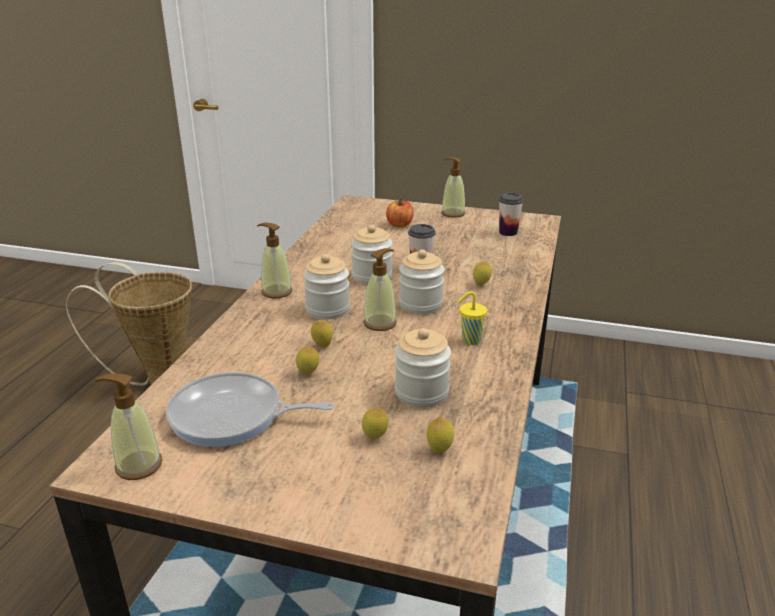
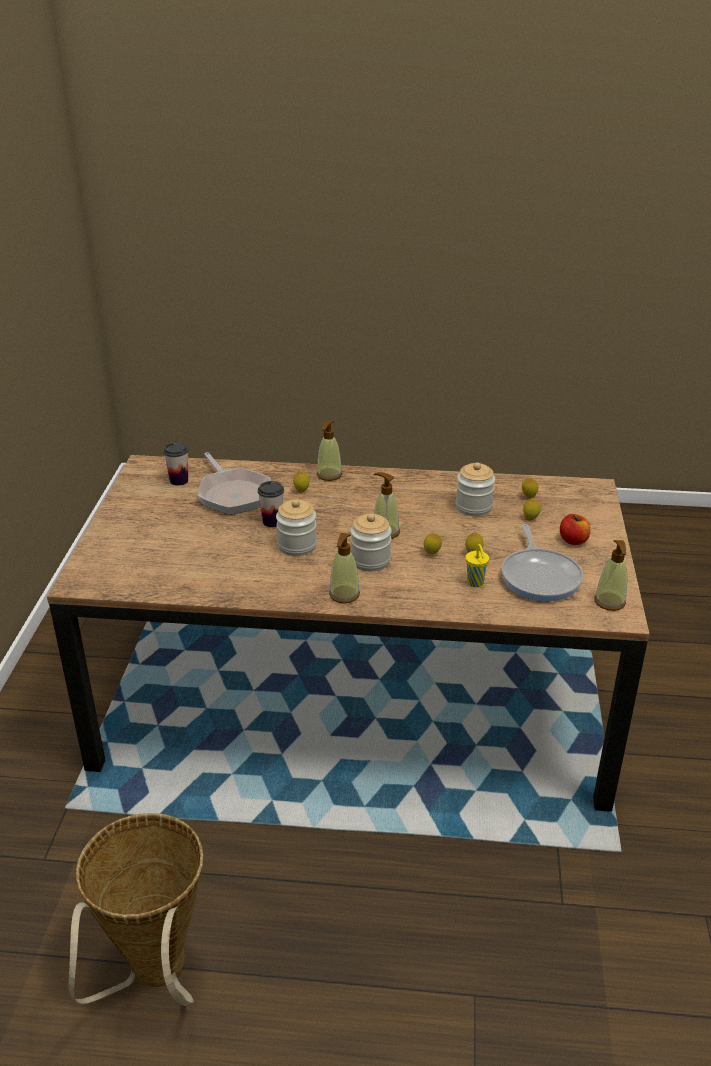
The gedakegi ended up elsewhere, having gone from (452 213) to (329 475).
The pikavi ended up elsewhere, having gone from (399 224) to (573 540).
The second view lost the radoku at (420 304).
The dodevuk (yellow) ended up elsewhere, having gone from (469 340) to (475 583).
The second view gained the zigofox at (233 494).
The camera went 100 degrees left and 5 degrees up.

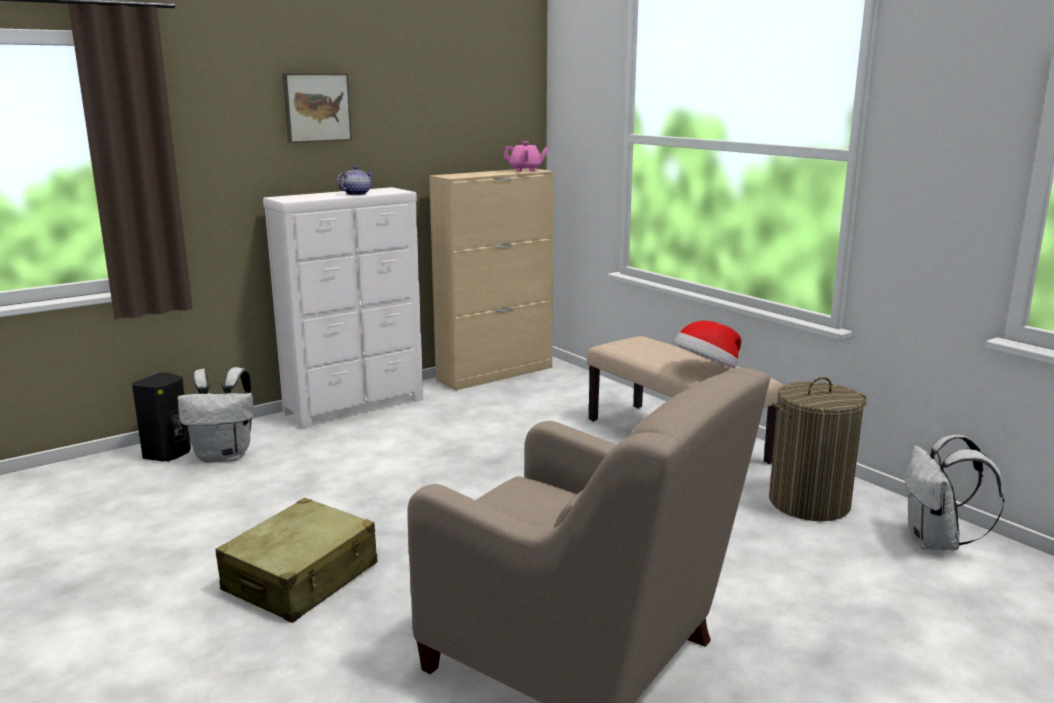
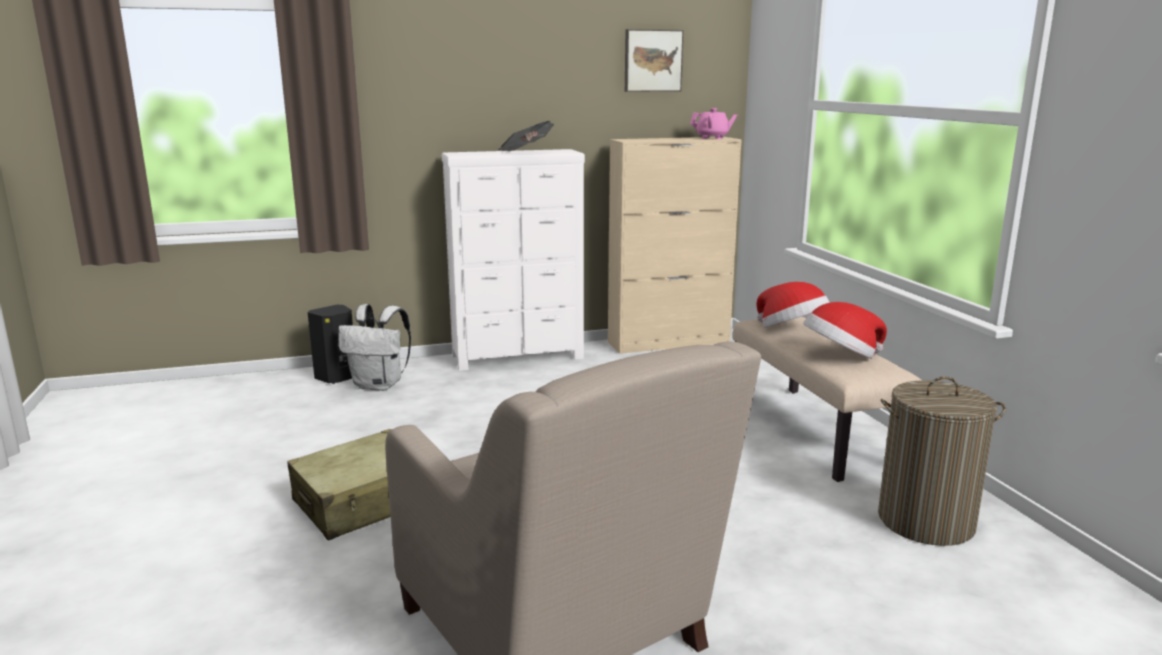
The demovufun ended up elsewhere, having gone from (316 107) to (652 60).
Where the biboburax stood at (356 194), the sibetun came to stand at (526 153).
The second view lost the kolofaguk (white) at (936 543).
The second view gained the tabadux at (791 330).
The camera went 20 degrees right and 0 degrees up.

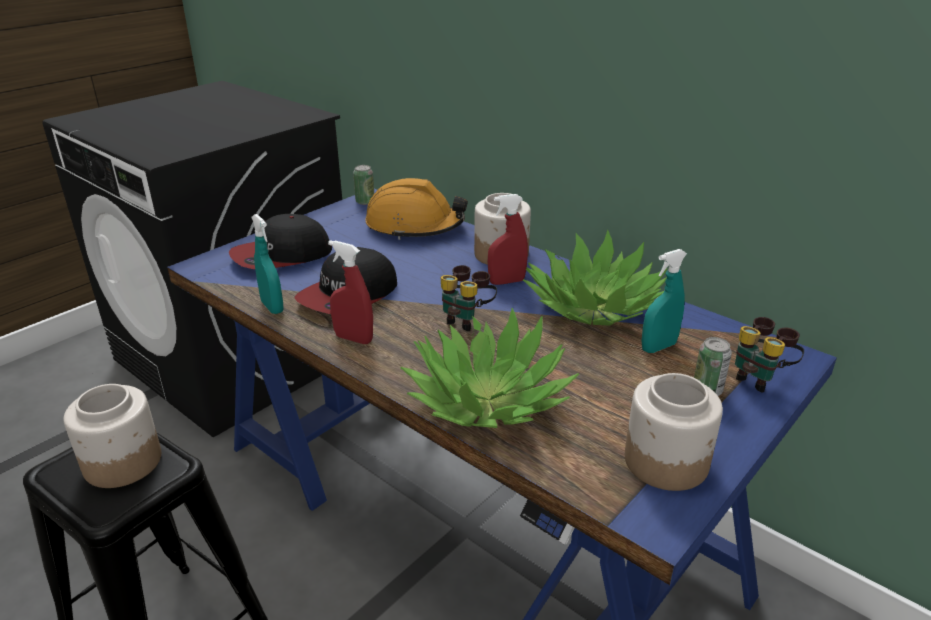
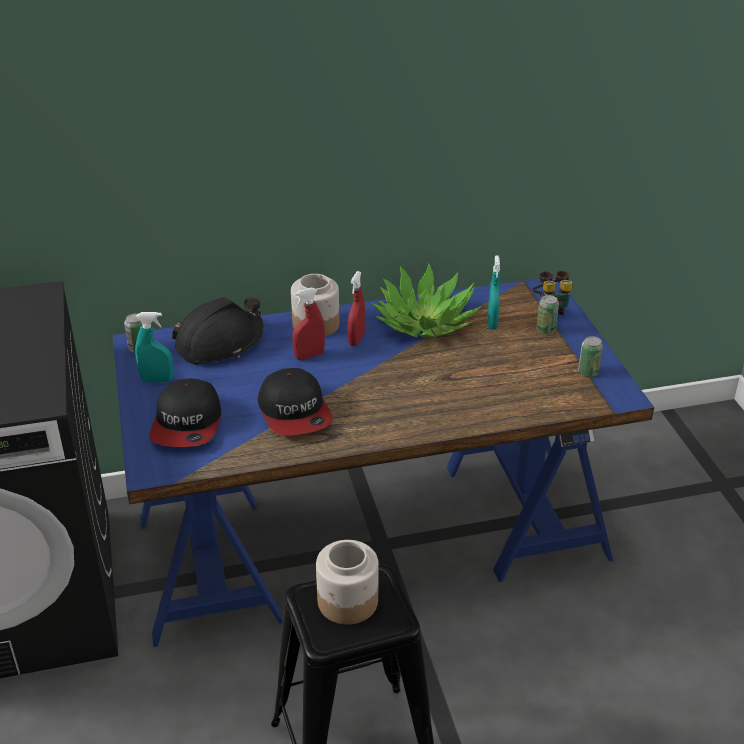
What was the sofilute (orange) at (414 226) turned into the sofilute (black) at (220 343).
The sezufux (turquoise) ended up elsewhere, having gone from (272 307) to (157 380).
The sezufux (red) ended up elsewhere, having gone from (353 338) to (309 356).
The second view lost the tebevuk at (467 320).
The second view lost the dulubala at (487 399).
Where the radoku stood at (667 461), the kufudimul came to stand at (588 372).
The camera went 55 degrees left and 5 degrees up.

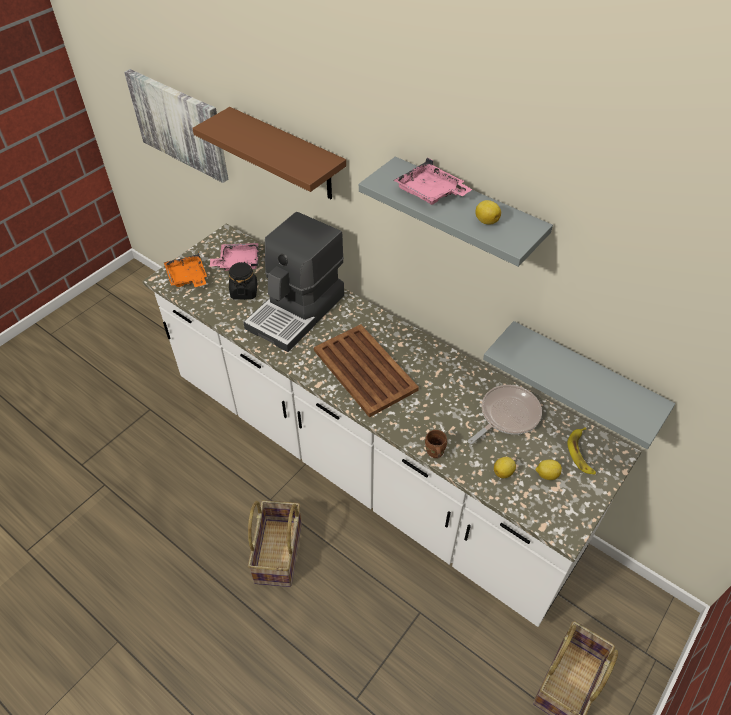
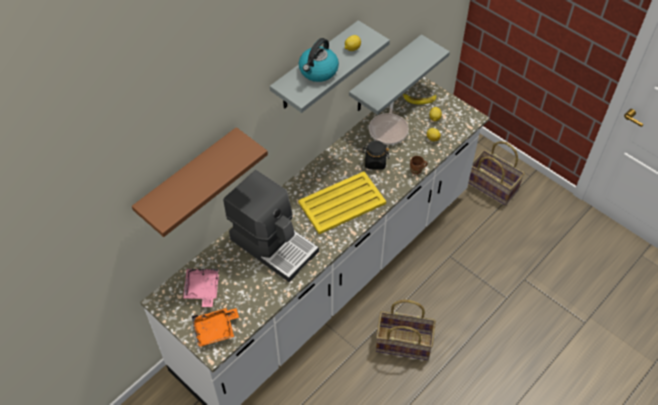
The second view lost the demovufun at (179 124).
Where the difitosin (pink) stood at (430 193), the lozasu came to stand at (318 71).
The radoku (black) ended up elsewhere, having gone from (244 291) to (375 162).
What was the difitosin (brown) at (364 369) turned into the difitosin (yellow) at (341 203).
The zigofox at (507 415) ended up facing another way, 135 degrees counterclockwise from before.
The camera went 85 degrees left and 5 degrees up.

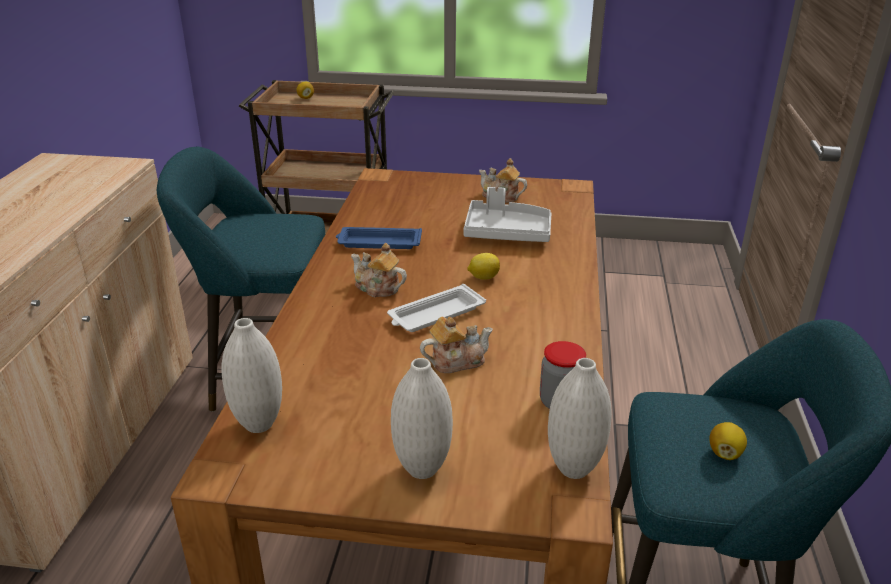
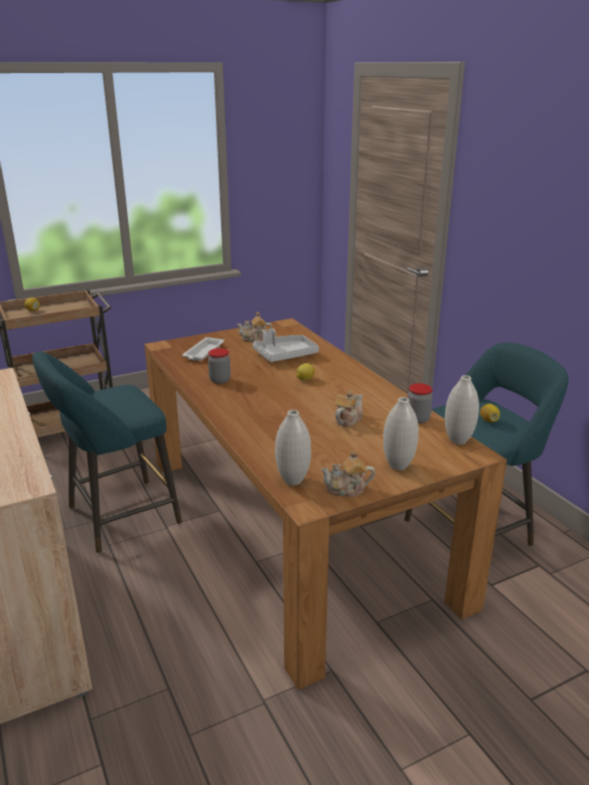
Where the difitosin (blue) stood at (378 243), the radoku came to stand at (220 380).
The biboburax ended up elsewhere, having gone from (377 288) to (347 489).
The difitosin (white) ended up elsewhere, having gone from (435 315) to (203 352).
The camera went 35 degrees left and 5 degrees down.

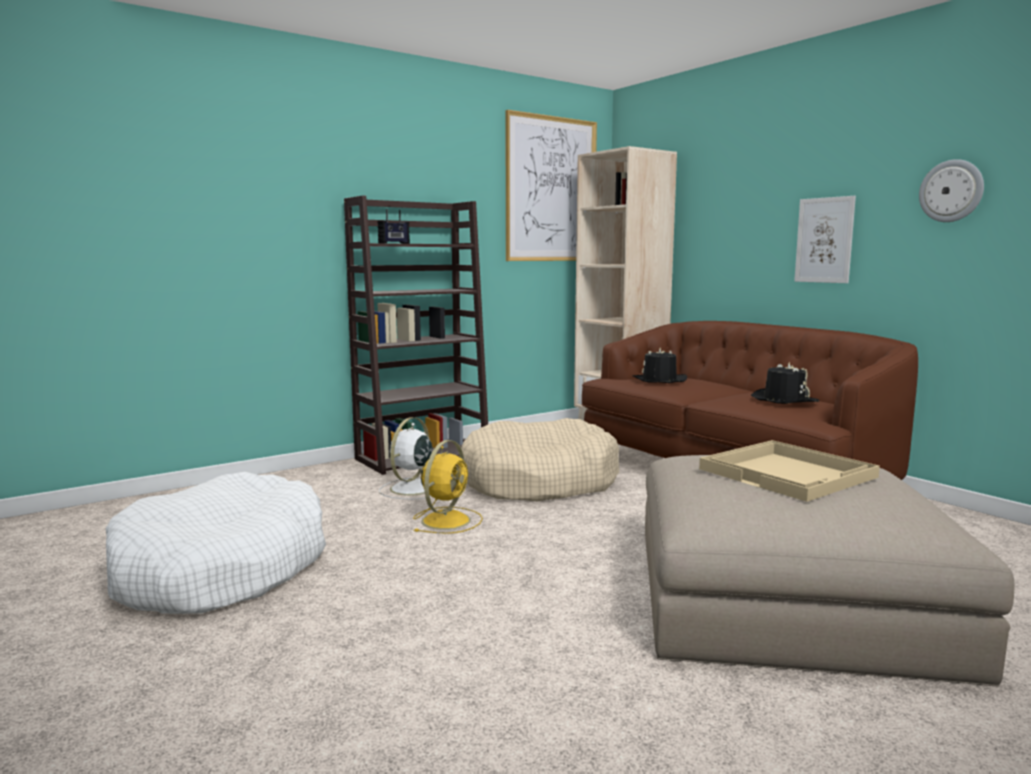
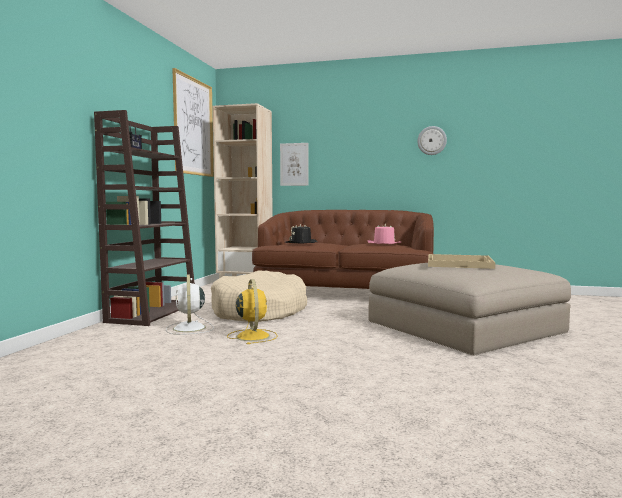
The demovufun ended up elsewhere, having gone from (824 240) to (294 164).
What was the tabadux (black) at (783 400) turned into the tabadux (pink) at (384 244).
The second view lost the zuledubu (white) at (221 569).
The camera went 40 degrees left and 5 degrees down.

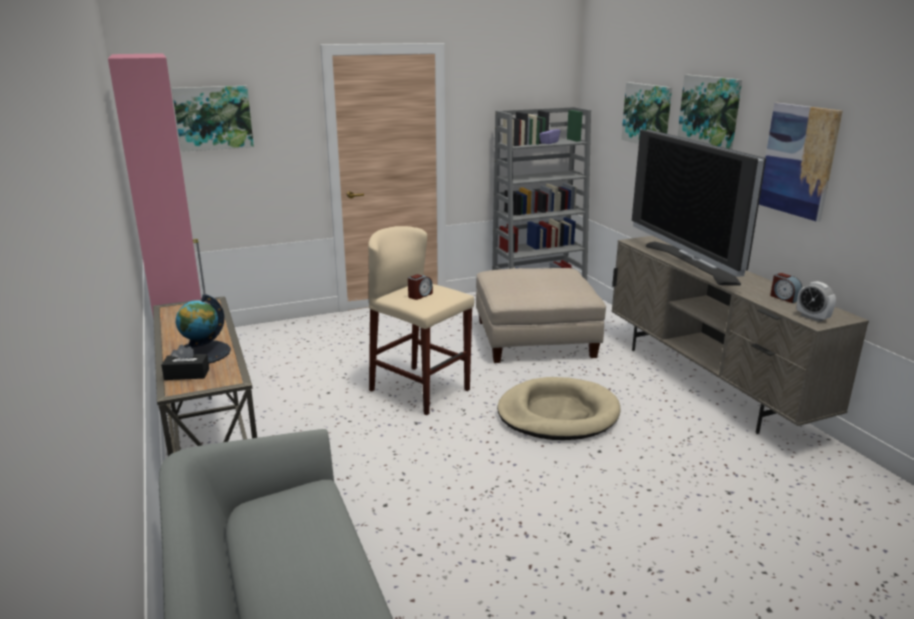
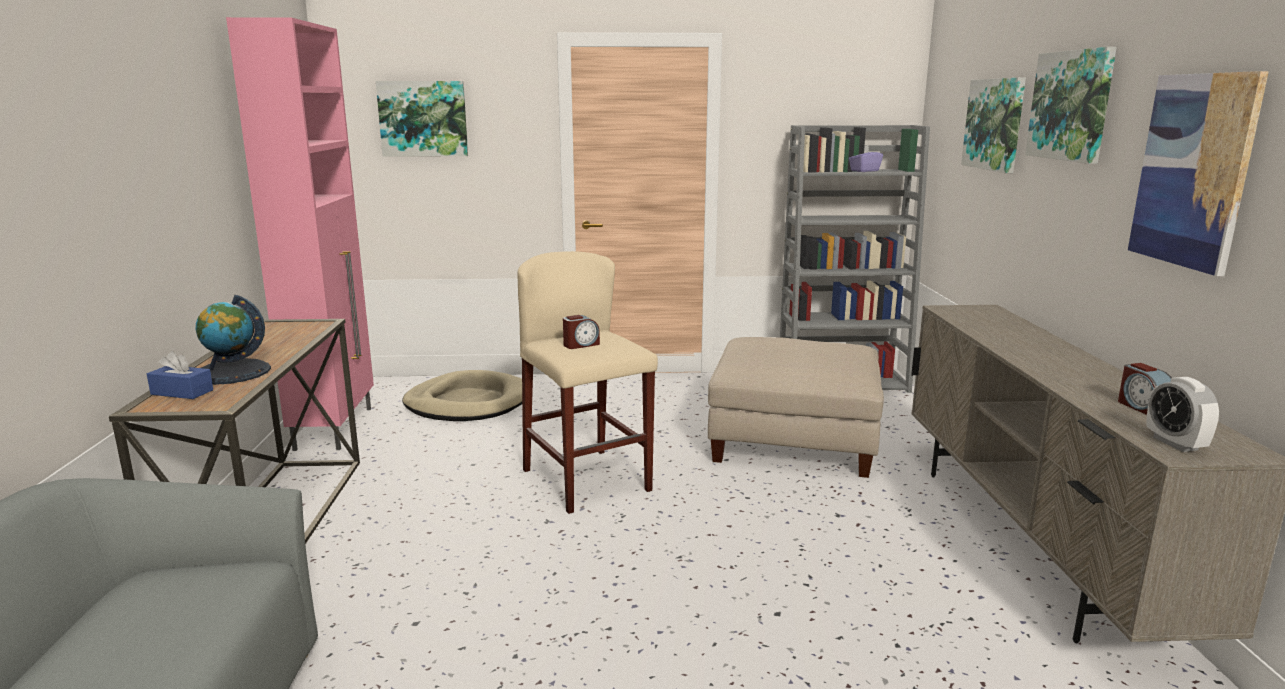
The second view lost the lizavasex at (690 263).
What was the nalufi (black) at (187 374) turned into the nalufi (blue) at (182 392).
The zuledubu (beige) ended up elsewhere, having gone from (558 414) to (468 402).
The camera went 20 degrees right and 5 degrees down.

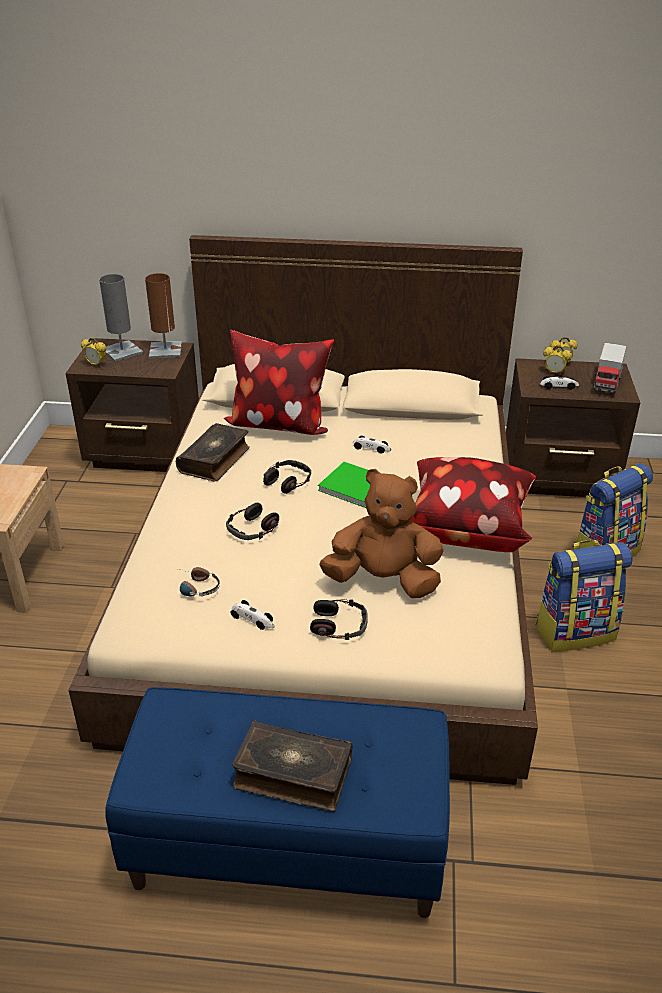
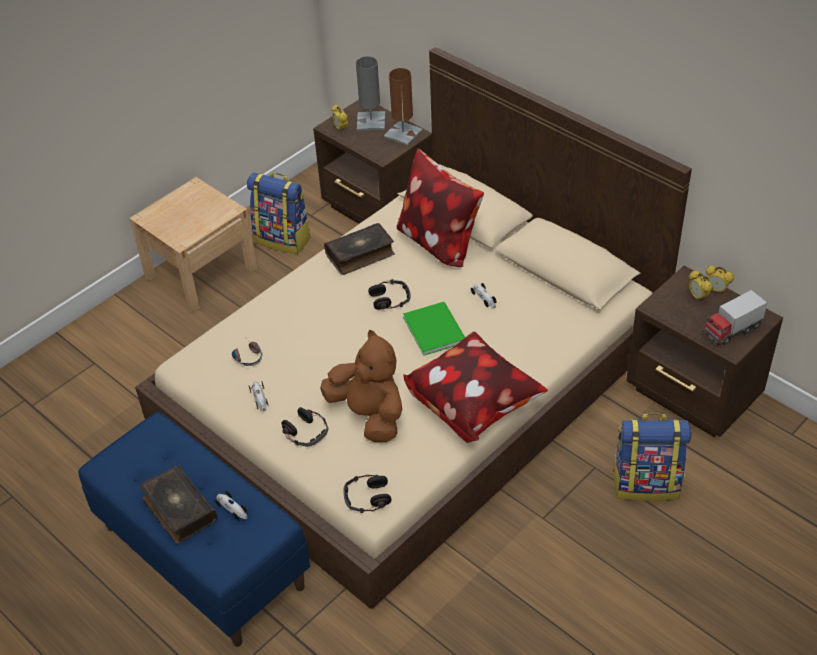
The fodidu ended up elsewhere, having gone from (559 386) to (232 508).
The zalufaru ended up elsewhere, having gone from (252 529) to (367 498).
The kolofaguk ended up elsewhere, having gone from (575 631) to (283 239).
The camera went 40 degrees right and 10 degrees up.

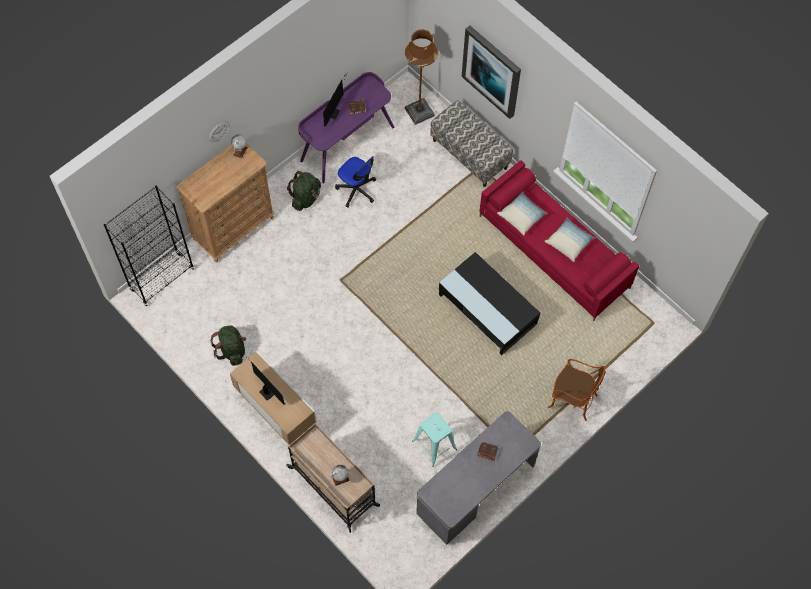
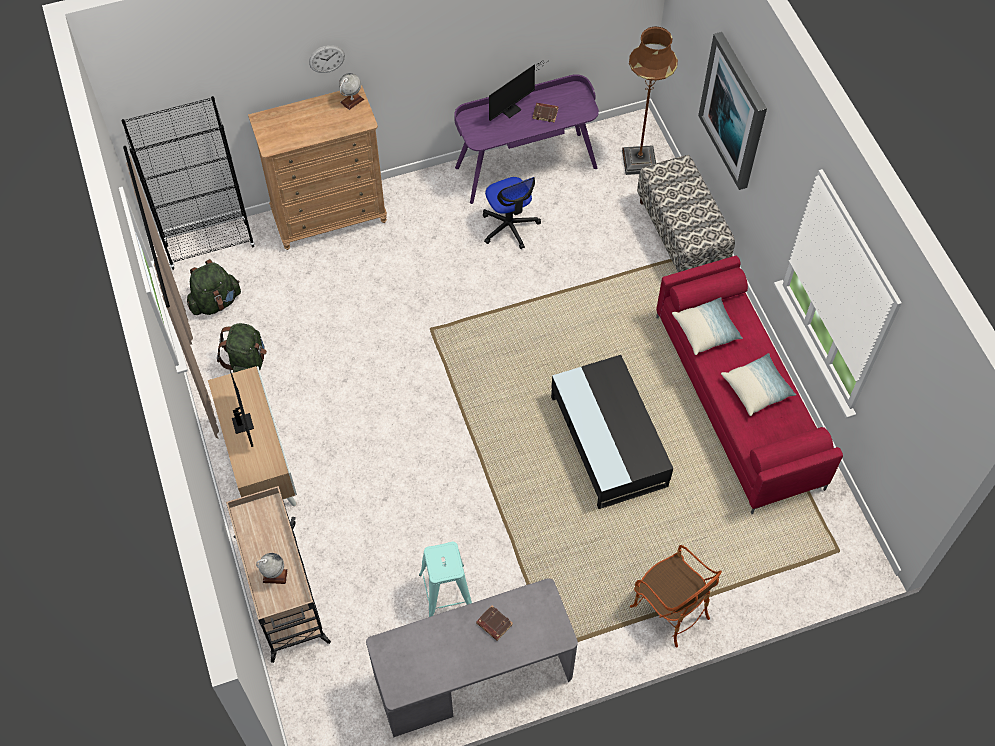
The kolofaguk (green) ended up elsewhere, having gone from (306 198) to (216 302).
The camera went 25 degrees right and 5 degrees down.

